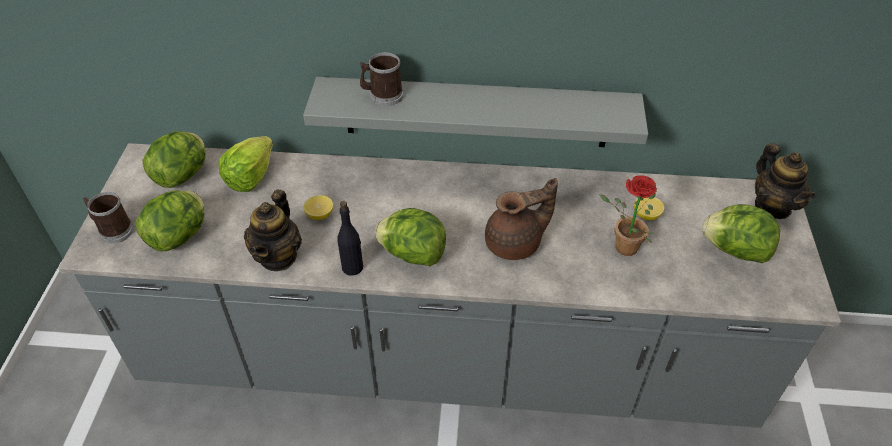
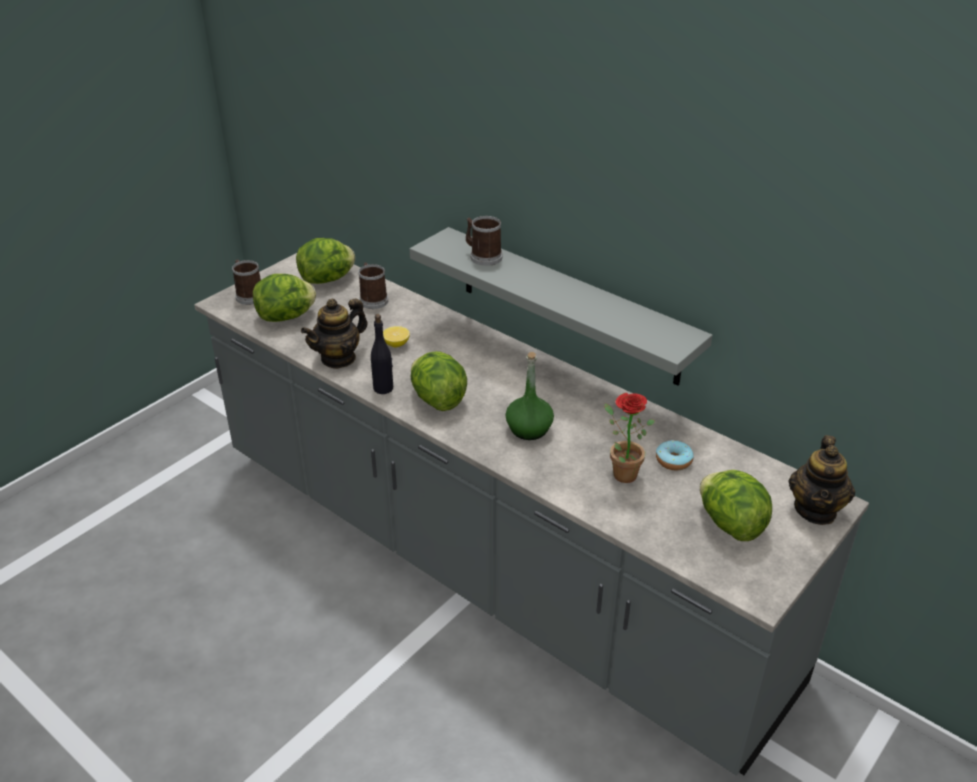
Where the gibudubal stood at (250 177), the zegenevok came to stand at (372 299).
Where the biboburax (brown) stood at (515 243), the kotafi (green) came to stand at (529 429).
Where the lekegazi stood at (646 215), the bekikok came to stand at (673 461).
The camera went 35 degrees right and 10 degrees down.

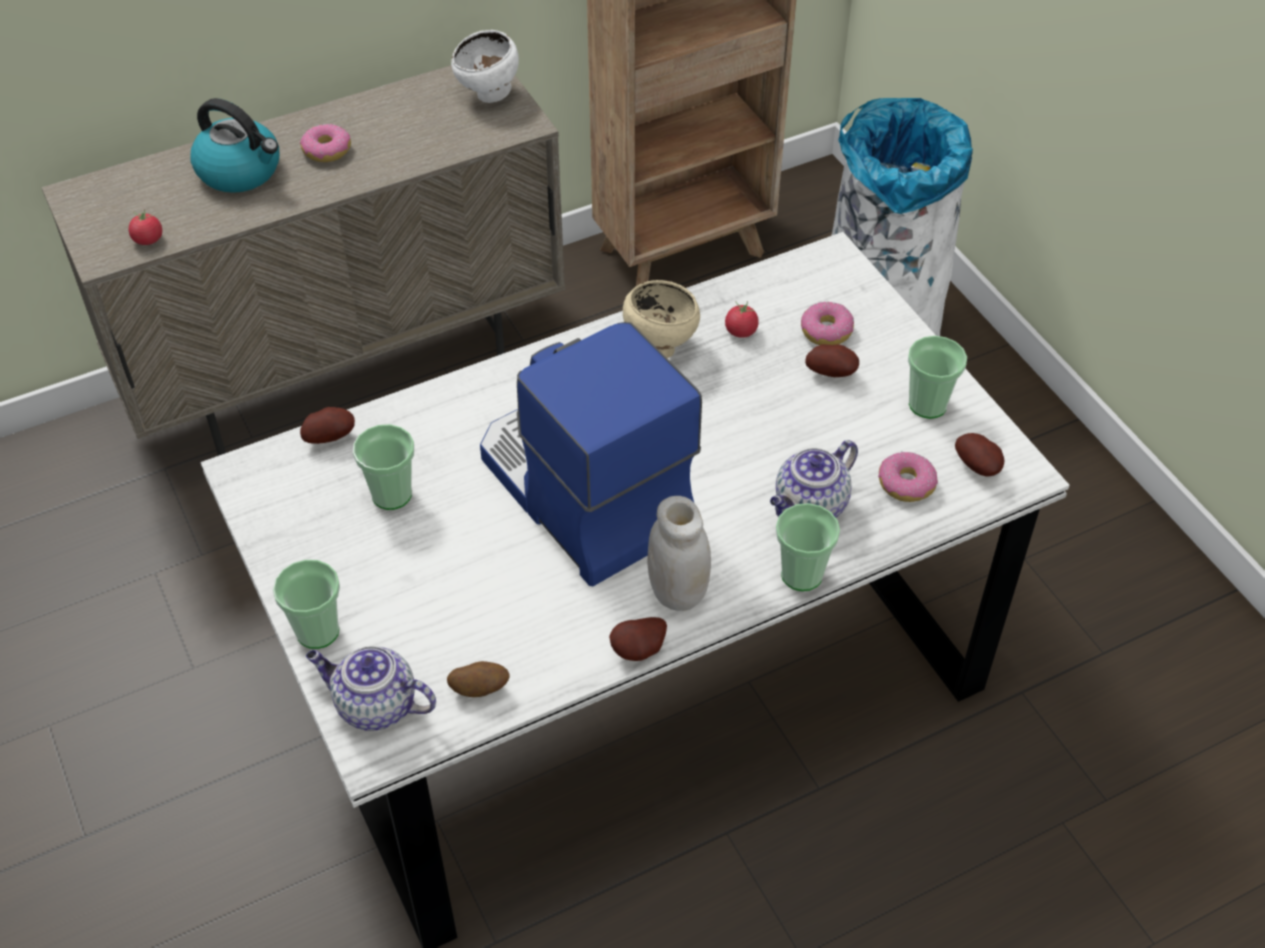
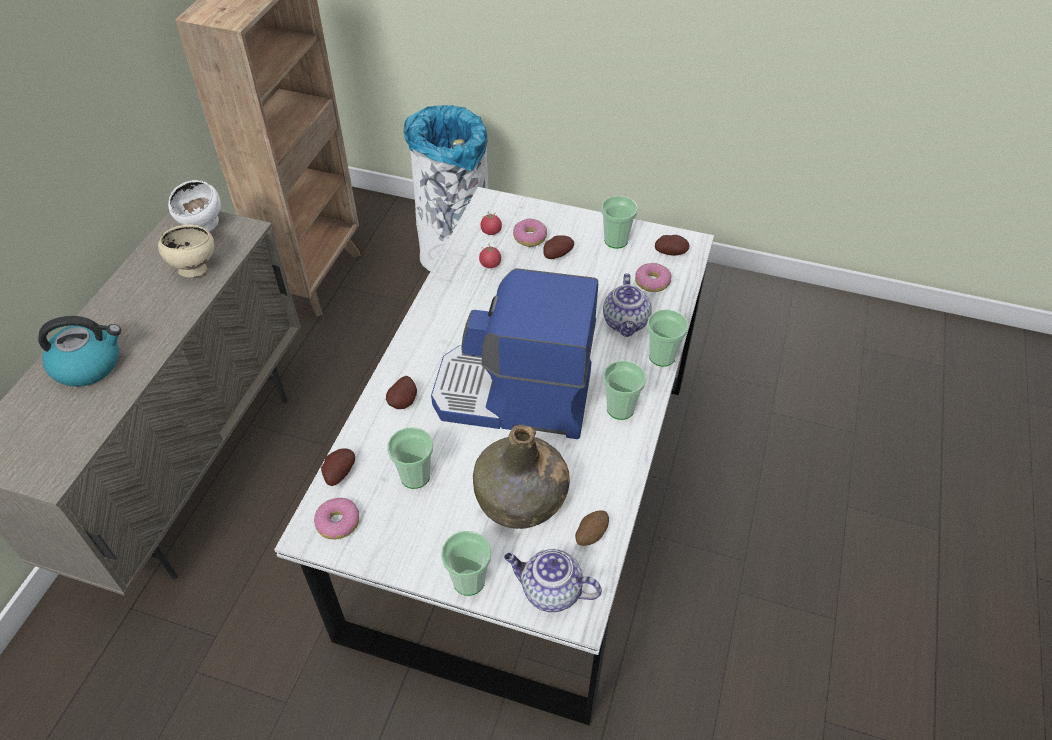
The bekikok ended up elsewhere, having gone from (326 151) to (338 523).
The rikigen ended up elsewhere, having gone from (148 240) to (491 231).
The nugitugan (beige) ended up elsewhere, having gone from (659 346) to (194 269).
Where the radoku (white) stood at (677 592), the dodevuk came to stand at (620 408).
The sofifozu ended up elsewhere, having gone from (640 651) to (404 402).
The biboburax at (374 705) ended up facing another way, 45 degrees clockwise from before.
The second view gained the kotafi (green) at (521 499).
The camera went 45 degrees left and 0 degrees up.

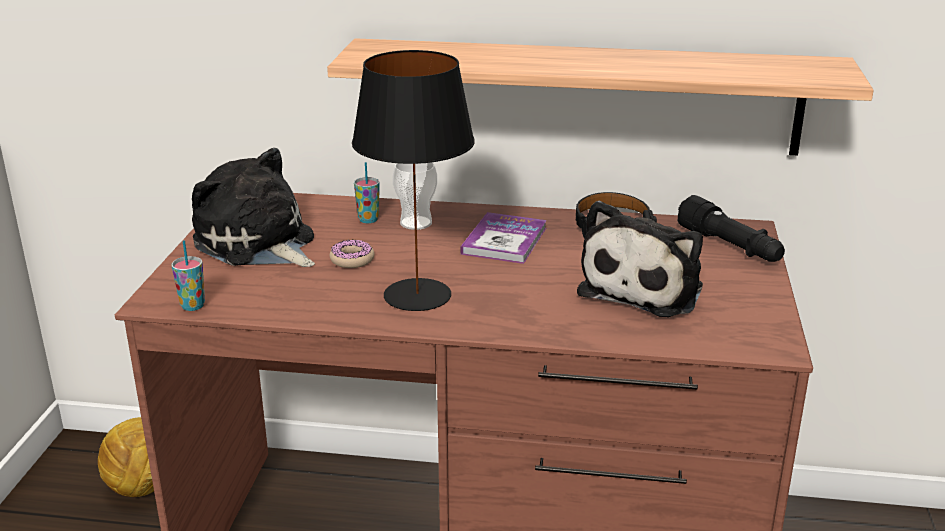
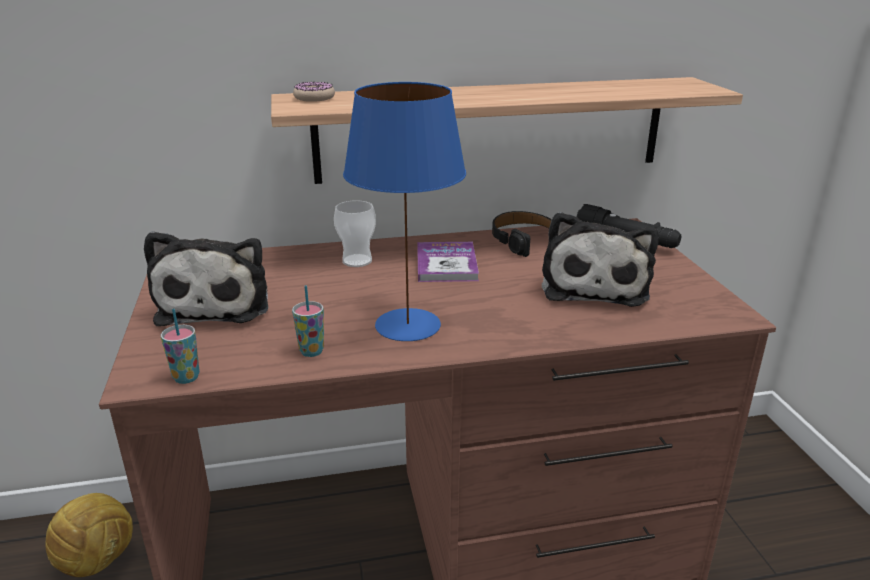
What was the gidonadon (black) at (416 294) turned into the gidonadon (blue) at (406 324).
The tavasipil at (257 244) ended up facing another way, 120 degrees counterclockwise from before.
The dodevuk ended up elsewhere, having gone from (368 220) to (311 351).
The bekikok ended up elsewhere, having gone from (352 260) to (314 98).
The camera went 20 degrees left and 0 degrees up.

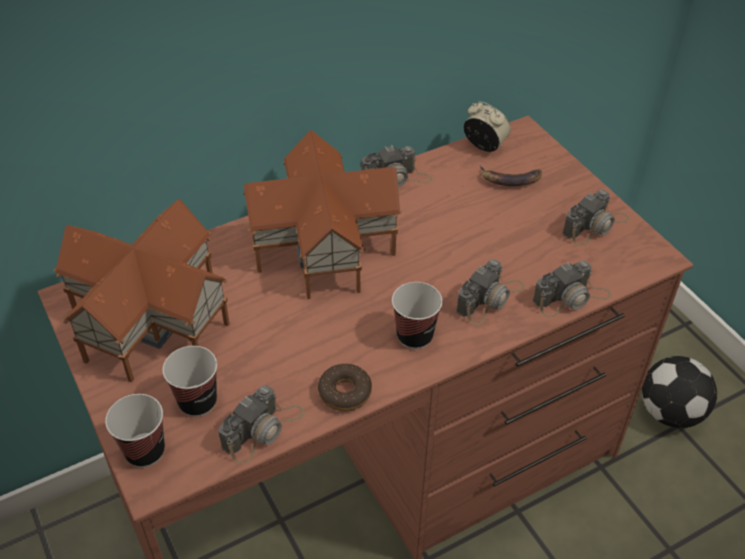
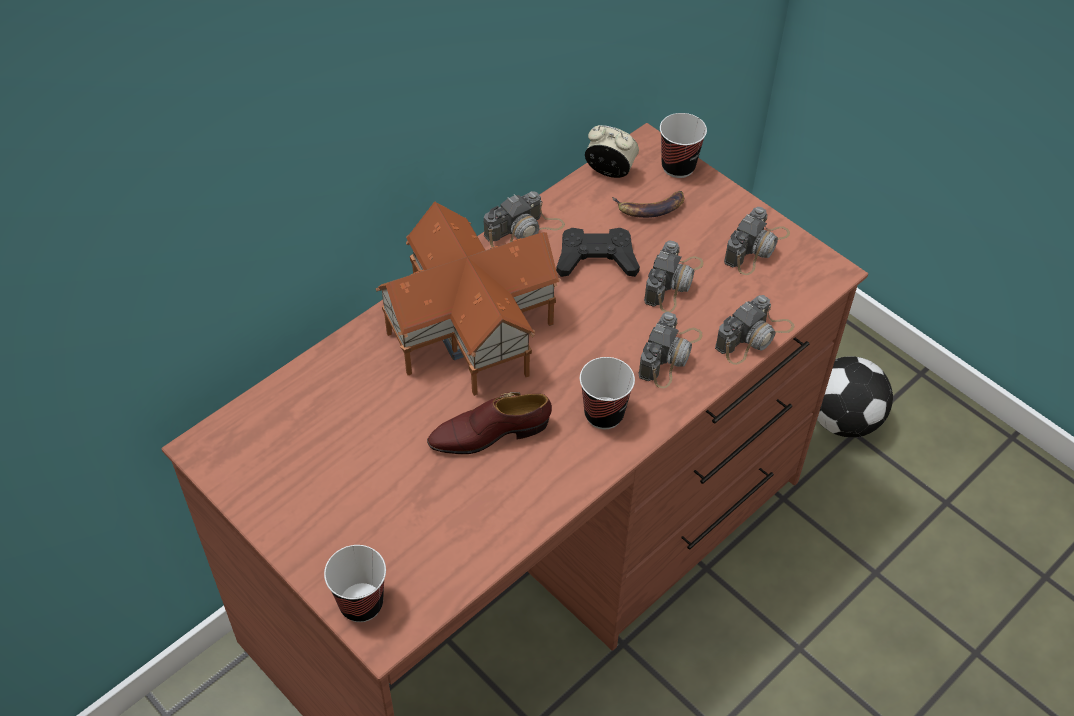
The second view lost the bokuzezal at (152 321).
The dodevuk ended up elsewhere, having gone from (197 402) to (678 167).
The second view lost the bekikok at (345 392).
The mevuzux ended up elsewhere, having gone from (263 429) to (673 282).
The second view gained the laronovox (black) at (596 259).
The second view gained the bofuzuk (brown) at (489 433).
The camera went 15 degrees left and 5 degrees up.

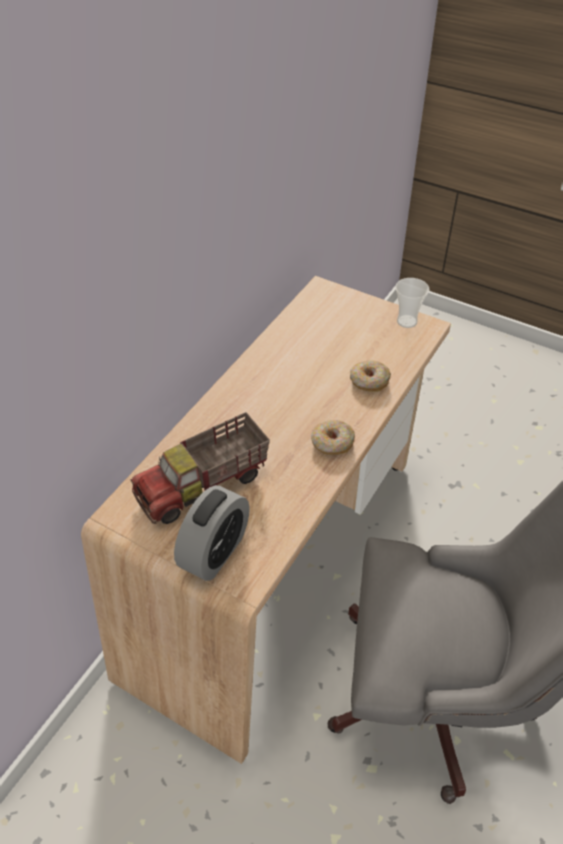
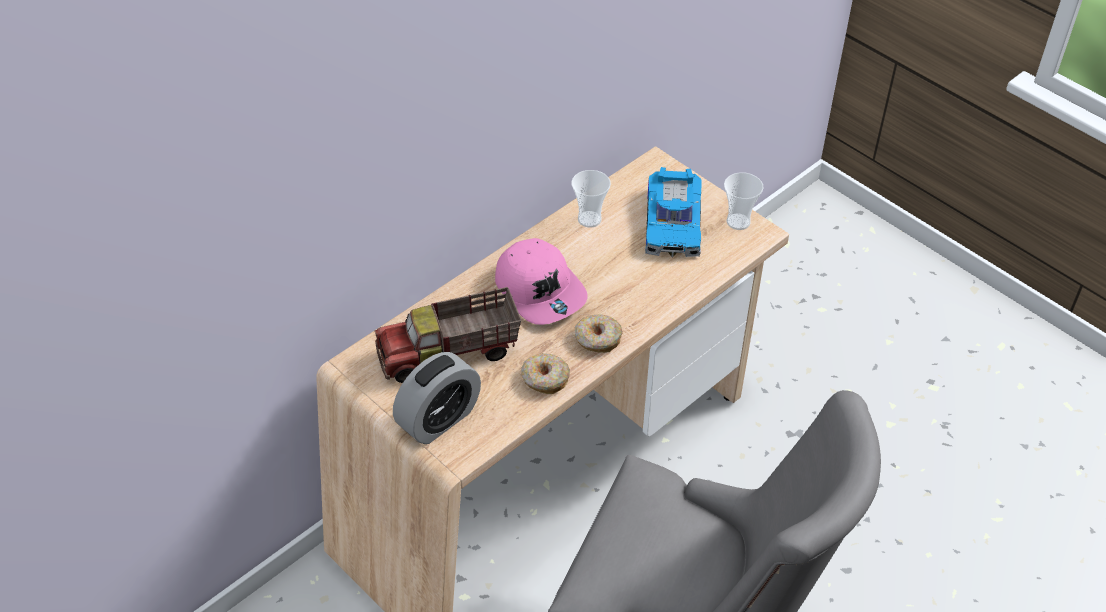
The bekikok ended up elsewhere, having gone from (369 381) to (544 379).
The second view gained the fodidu at (674 222).
The second view gained the dodevuk at (589 219).
The second view gained the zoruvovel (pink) at (540 290).
The camera went 15 degrees right and 0 degrees up.

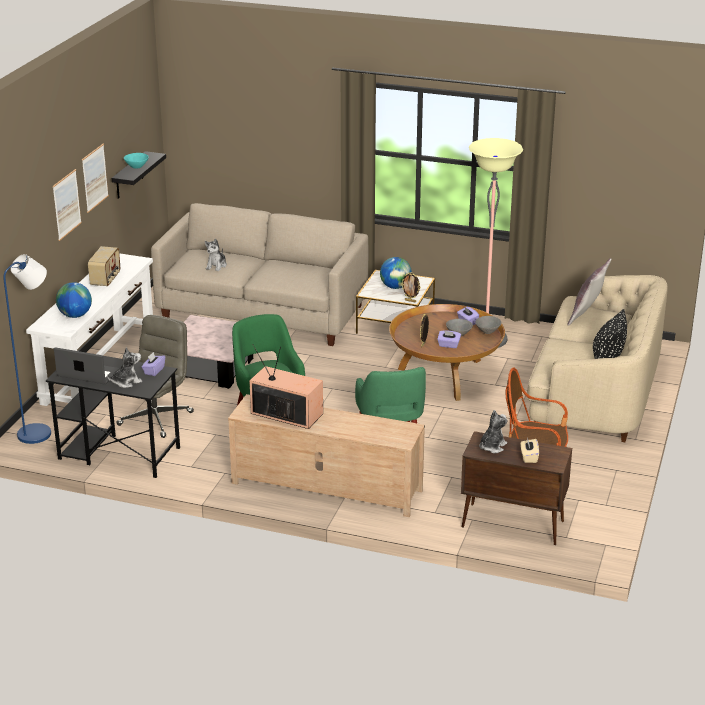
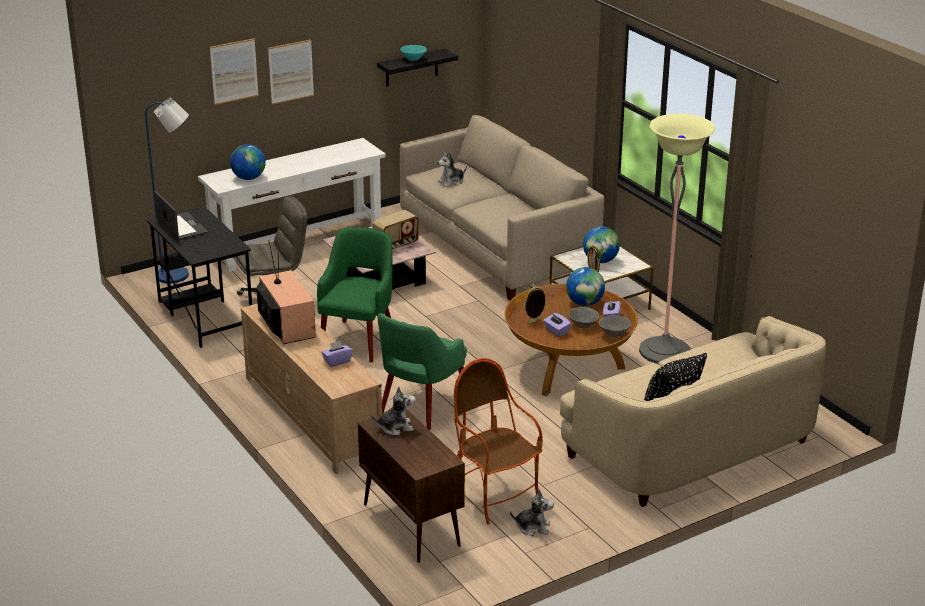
The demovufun ended up elsewhere, having gone from (95 178) to (234 71).
The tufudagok ended up elsewhere, having gone from (106 279) to (396 245).
The second view lost the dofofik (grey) at (587 316).
The tavasipil ended up elsewhere, having gone from (126 382) to (533 527).
The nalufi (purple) ended up elsewhere, having gone from (154 371) to (337 361).
The second view lost the nalufi (beige) at (529 457).
The second view gained the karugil at (584 303).
The camera went 40 degrees right and 0 degrees up.

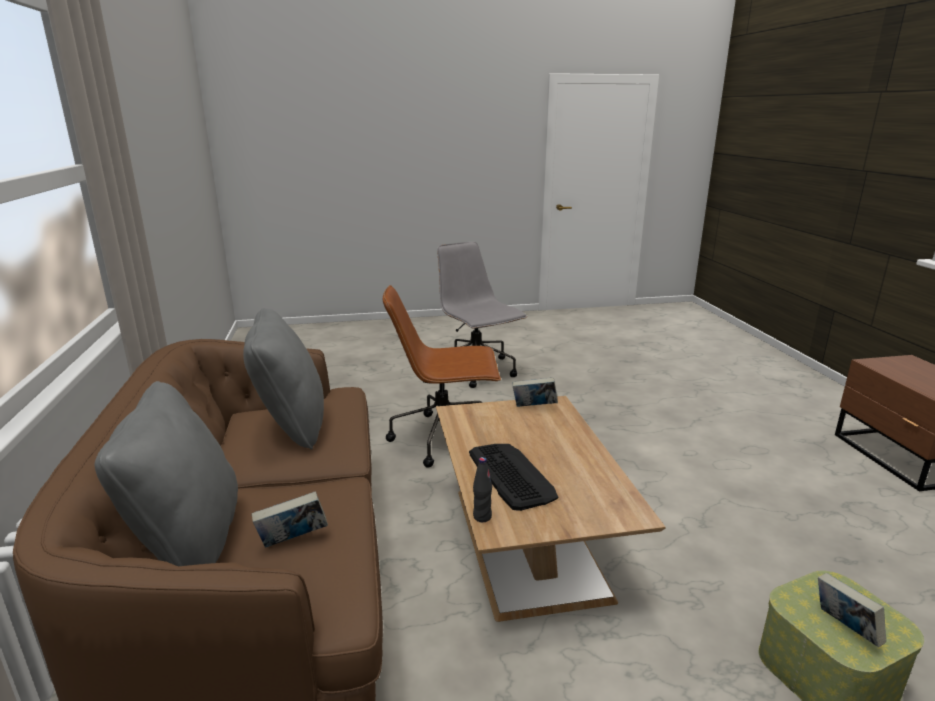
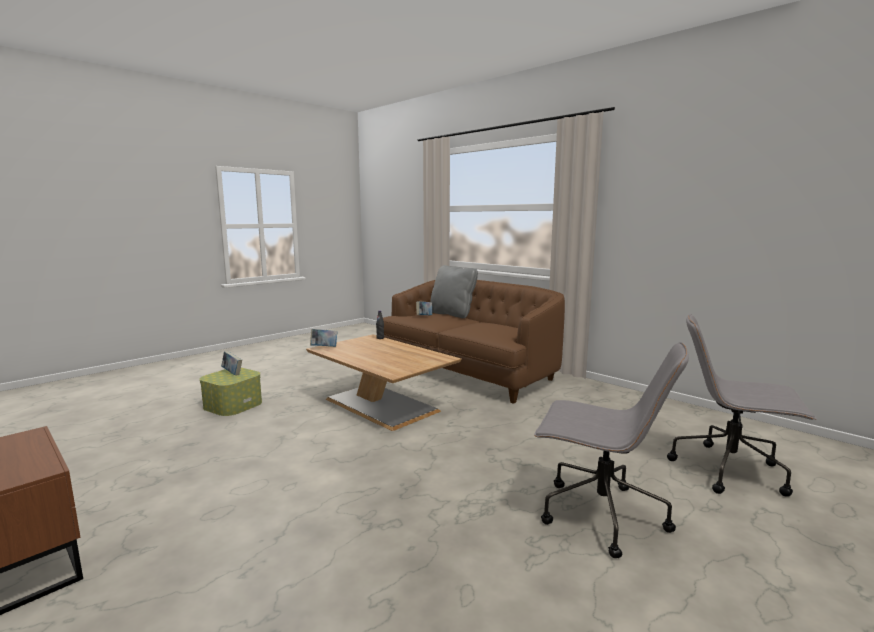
The second view lost the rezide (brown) at (444 438).
The second view lost the dofofik (grey) at (292 425).
The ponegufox ended up elsewhere, having gone from (534 407) to (324 347).
The second view lost the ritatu at (511 475).
The second view gained the rezide (grey) at (730 470).
The camera went 145 degrees right and 10 degrees down.

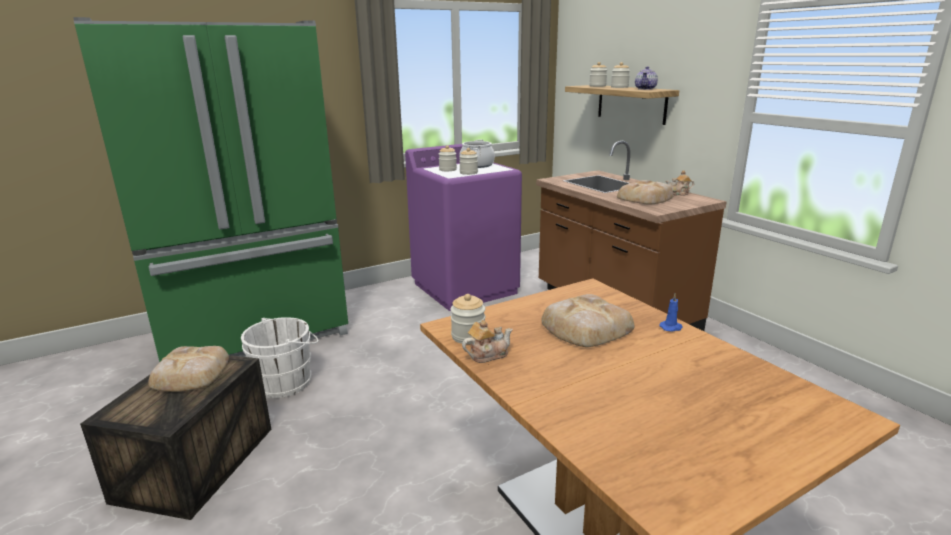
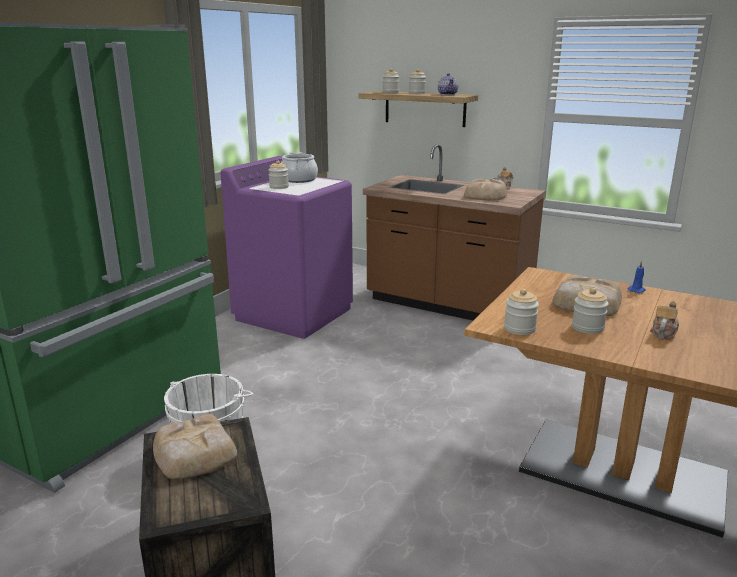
The radoku ended up elsewhere, having gone from (468 173) to (587 328).
The biboburax ended up elsewhere, having gone from (487 355) to (663 333).
The camera went 30 degrees left and 0 degrees up.

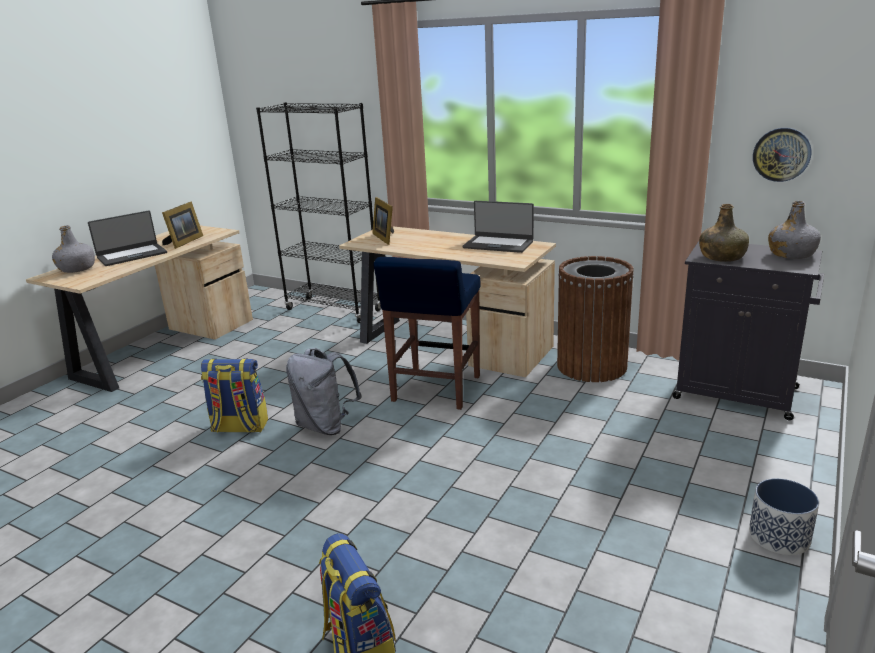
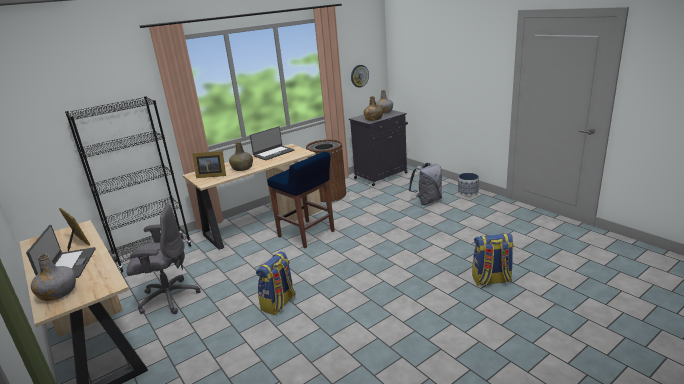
The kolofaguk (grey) ended up elsewhere, having gone from (326 426) to (427 201).
The second view gained the kotafi (green) at (242 168).
The second view gained the rezide (grey) at (168 298).
The camera went 65 degrees left and 0 degrees up.

